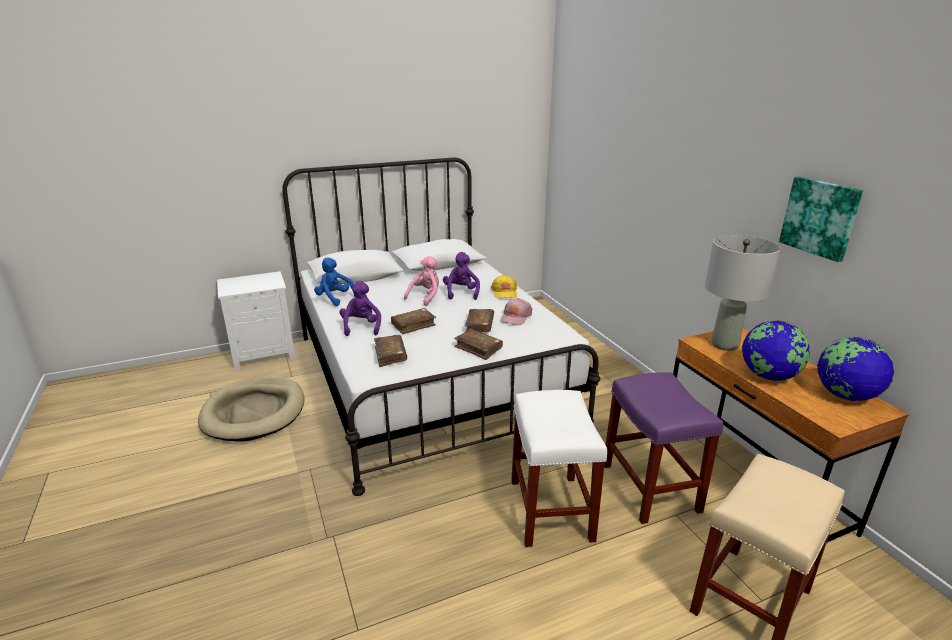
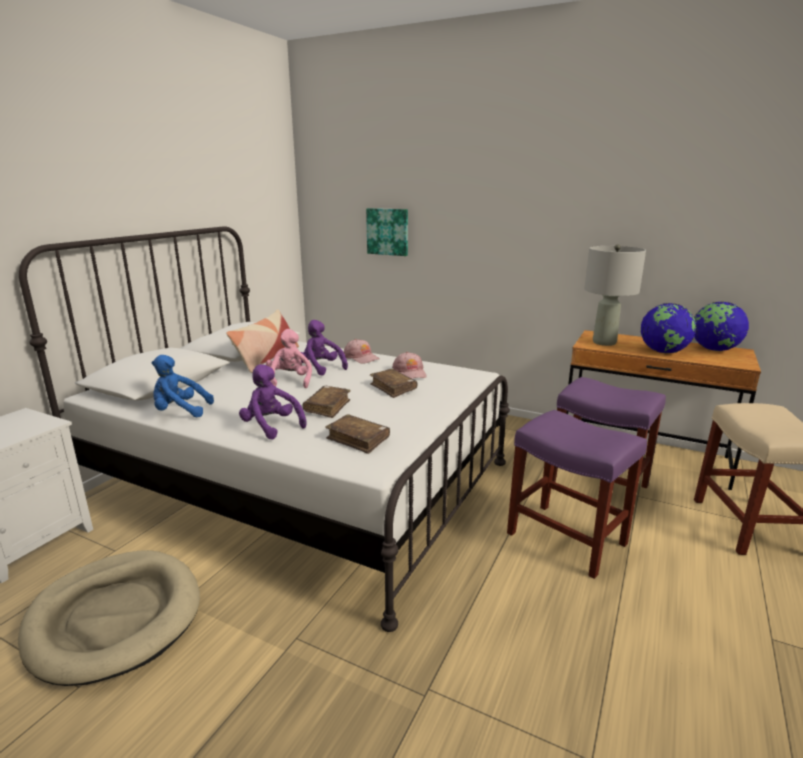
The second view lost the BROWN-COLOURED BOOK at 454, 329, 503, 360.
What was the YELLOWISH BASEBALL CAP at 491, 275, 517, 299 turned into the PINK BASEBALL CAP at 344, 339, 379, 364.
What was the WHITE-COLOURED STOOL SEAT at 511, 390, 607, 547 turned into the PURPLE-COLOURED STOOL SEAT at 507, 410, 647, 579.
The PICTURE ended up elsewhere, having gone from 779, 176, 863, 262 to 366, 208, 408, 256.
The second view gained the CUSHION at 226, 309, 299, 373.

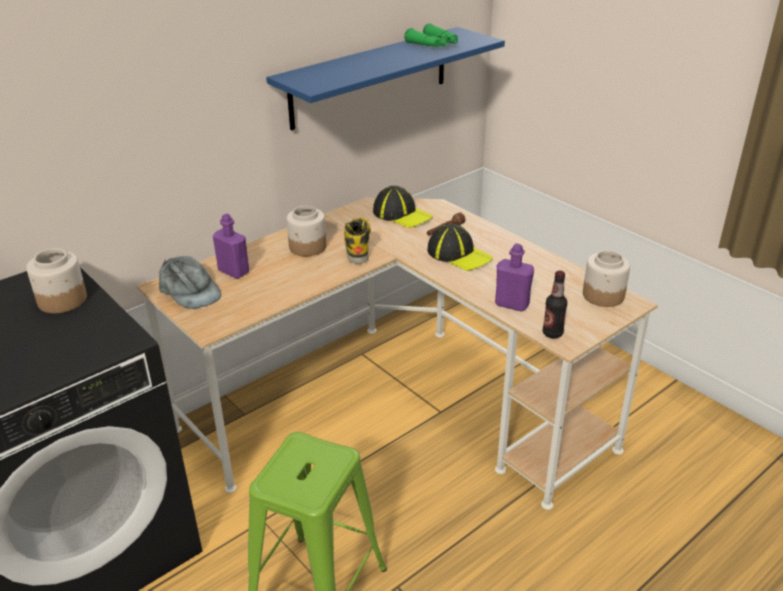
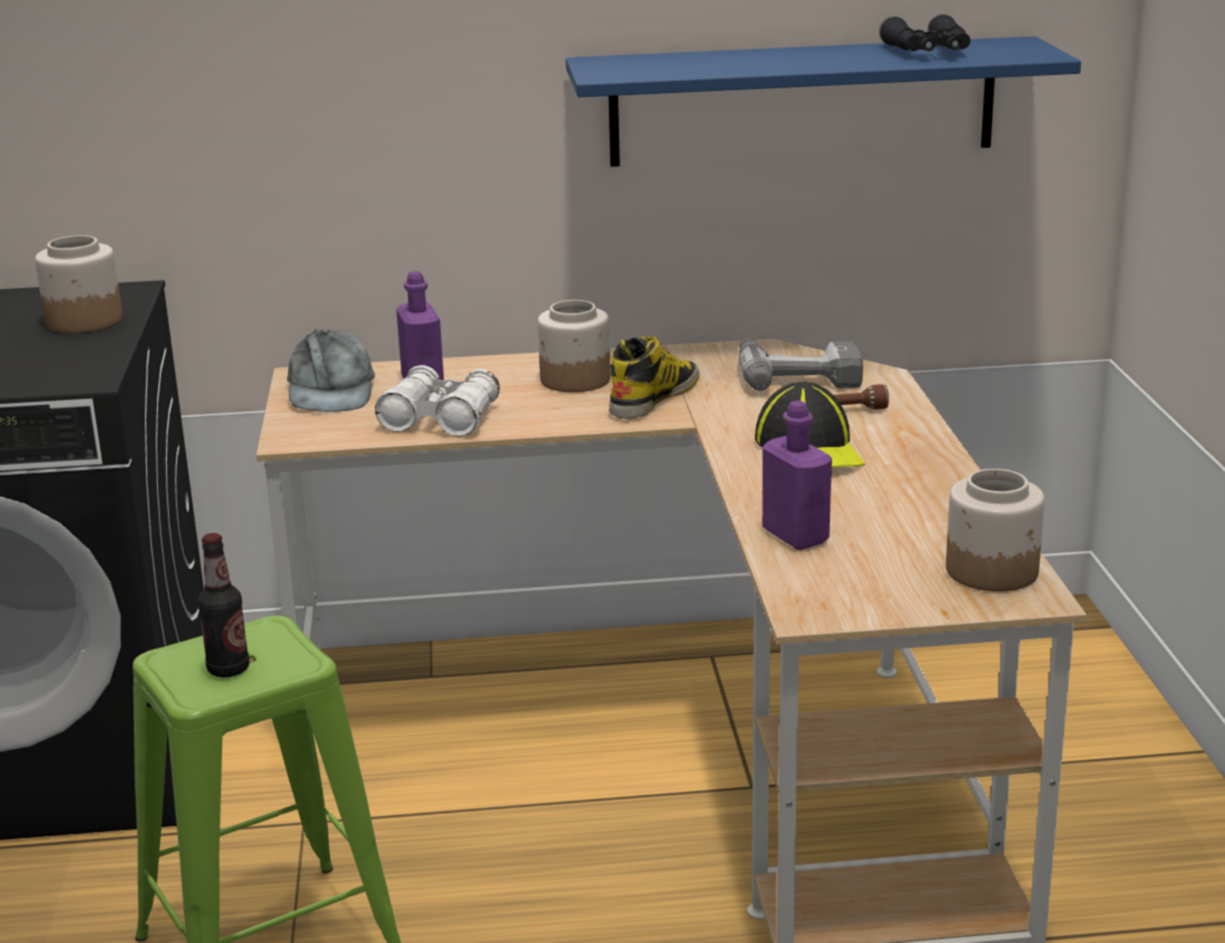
Where the BASEBALL CAP stood at 373, 186, 433, 228, the ELECTRIC DRILL came to stand at 739, 337, 863, 391.
What was the GREEN BINOCULARS at 404, 23, 458, 47 turned into the BLACKISH BINOCULARS at 879, 14, 970, 51.
The DRINK BOTTLE ended up elsewhere, having gone from 543, 271, 567, 338 to 198, 533, 249, 678.
The second view gained the WHITE-COLOURED BINOCULARS at 375, 365, 500, 436.

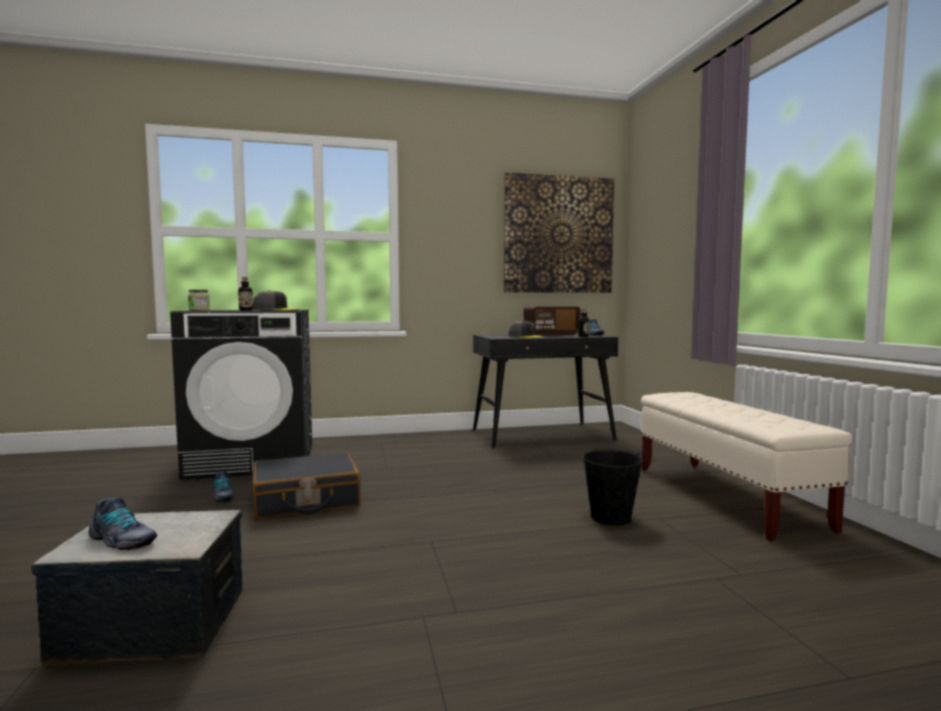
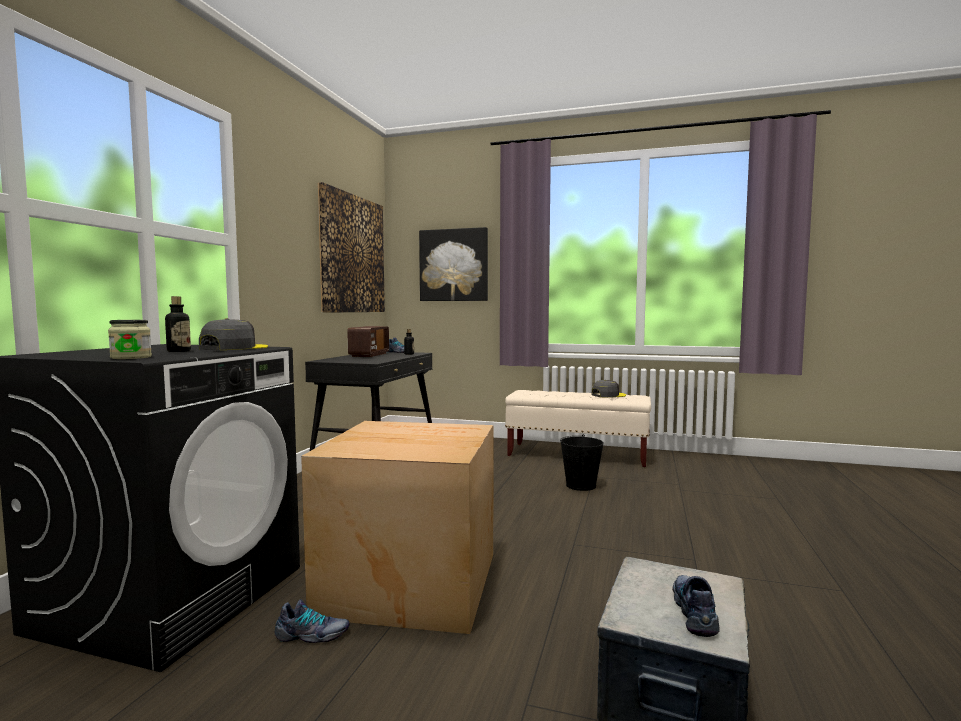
The SHOE at 88, 497, 158, 550 ended up facing another way, 45 degrees counterclockwise from before.
Where the BLACKISH TRAVEL CASE stood at 252, 452, 361, 519, the CARDBOARD BOX came to stand at 301, 421, 494, 634.
The GREYISH BASEBALL CAP ended up elsewhere, having gone from 508, 320, 545, 338 to 591, 380, 626, 398.
The second view gained the PICTURE at 419, 227, 488, 301.

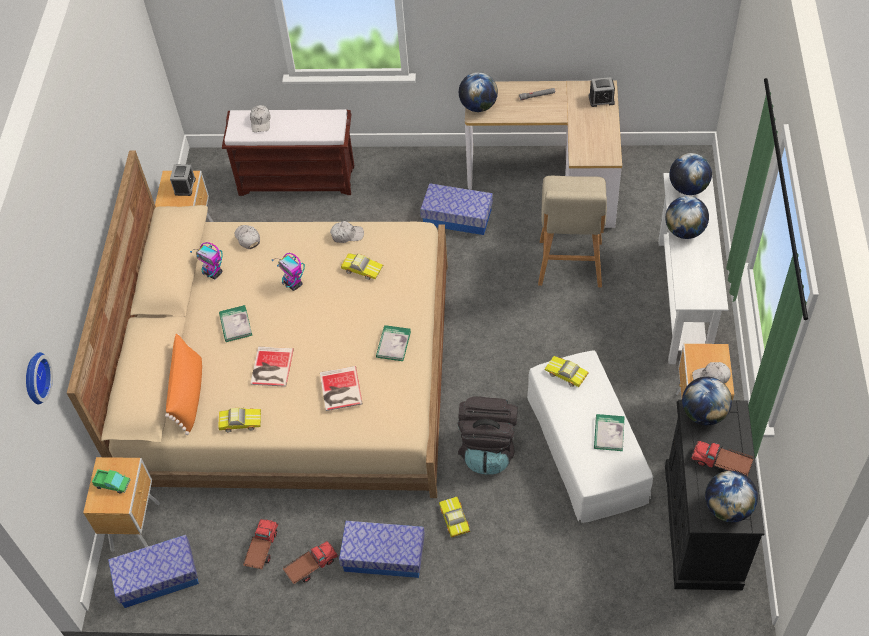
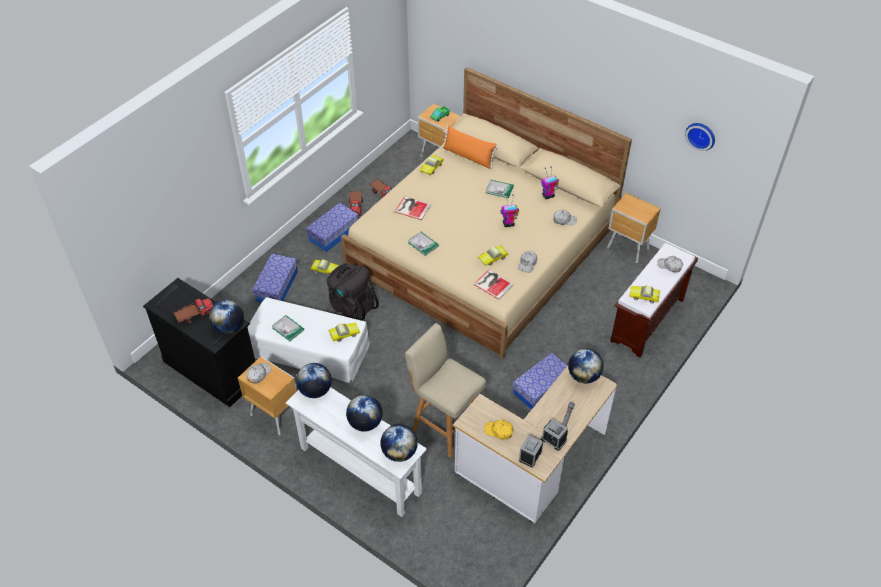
The CLOCK ON THE WALL ended up elsewhere, having gone from 26, 352, 53, 404 to 685, 123, 715, 151.
The STORAGE CONTAINER ended up elsewhere, having gone from 108, 535, 199, 608 to 252, 253, 298, 303.
The TABLE CLOCK ended up elsewhere, having gone from 170, 164, 196, 196 to 541, 419, 568, 451.
The BOOK ended up elsewhere, having gone from 250, 347, 294, 387 to 473, 270, 514, 300.
The GLOBE ended up elsewhere, having gone from 705, 471, 758, 522 to 296, 363, 332, 398.
The second view gained the YELLOWISH BASEBALL CAP at 484, 419, 513, 440.
The second view gained the MINIATURE CAR at 629, 286, 660, 304.

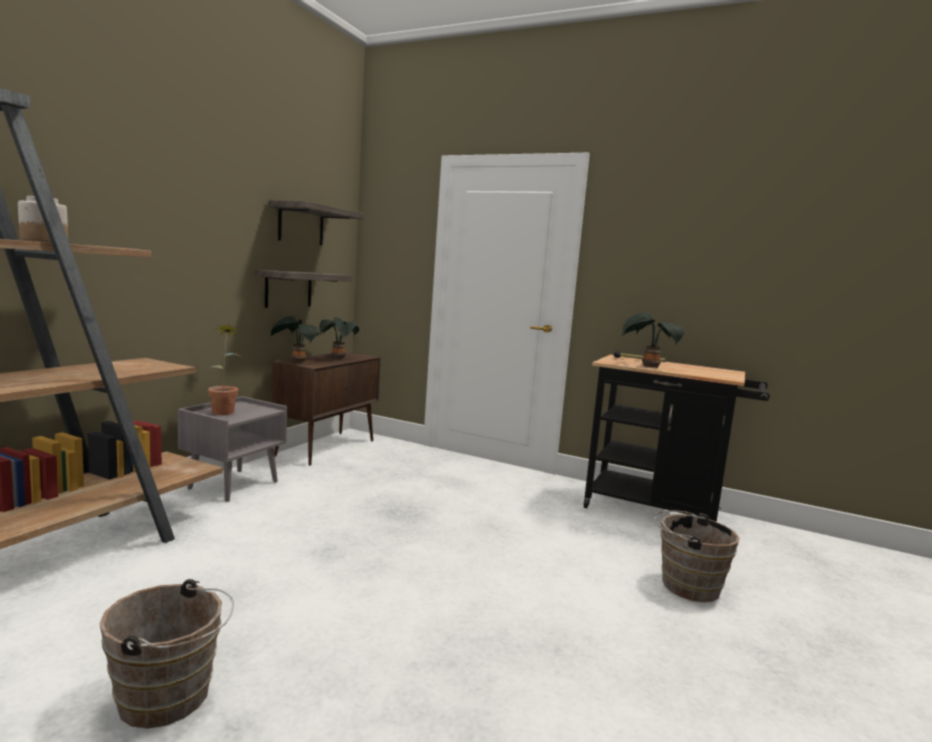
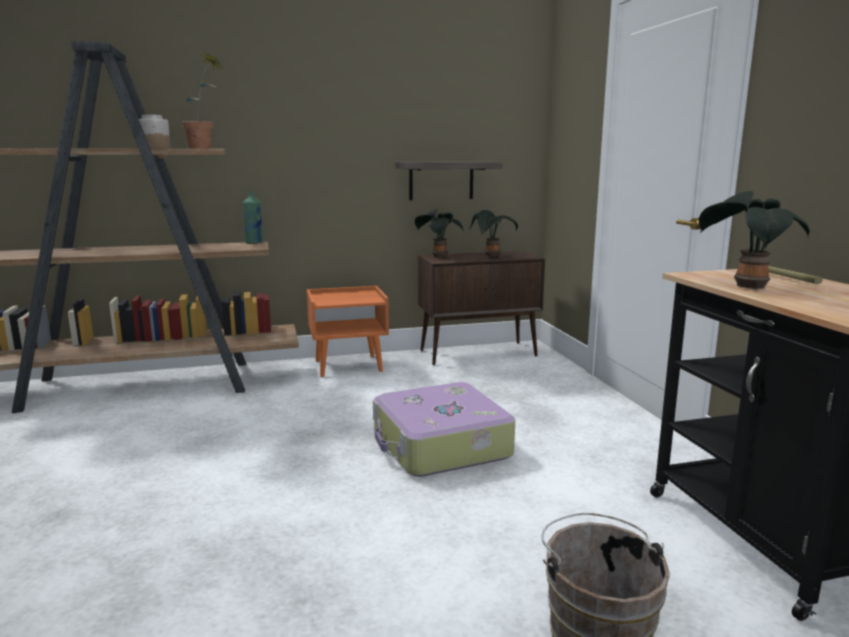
The second view lost the BROWN-COLOURED PAIL at 100, 579, 234, 729.
What was the GREYISH NIGHTSTAND at 177, 396, 287, 502 turned into the ORANGE NIGHTSTAND at 307, 286, 389, 377.
The POTTED PLANT ended up elsewhere, having gone from 206, 324, 243, 415 to 182, 53, 222, 149.
The second view lost the WALL SHELF at 268, 200, 364, 245.
The second view gained the GREEN DRINK BOTTLE at 243, 191, 263, 244.
The second view gained the TRAVEL CASE at 373, 382, 515, 477.

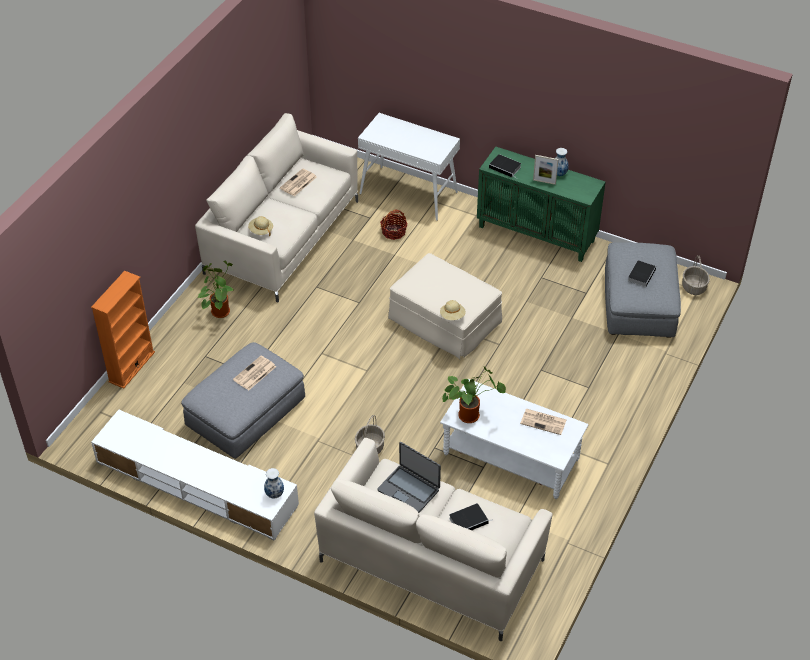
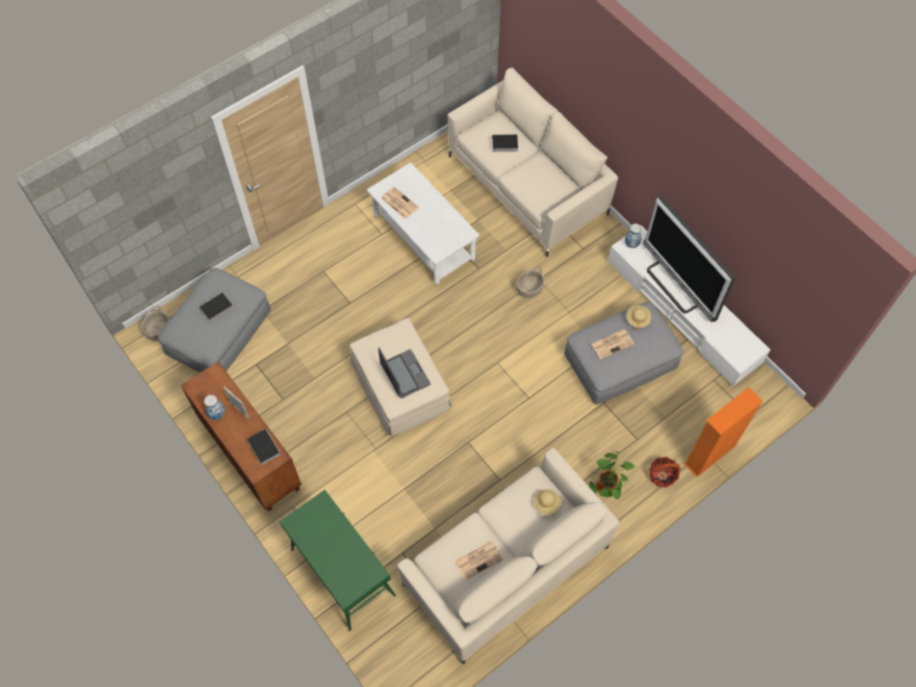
What was the WHITE-COLOURED CONSOLE TABLE at 358, 113, 460, 221 turned into the GREEN CONSOLE TABLE at 280, 490, 396, 631.
The PORTABLE COMPUTER ended up elsewhere, having gone from 377, 442, 441, 513 to 378, 348, 430, 398.
The HOUSEHOLD BASKET ended up elsewhere, having gone from 380, 209, 408, 240 to 650, 457, 681, 488.
The BEIGE-COLOURED CLOTHING HAT ended up elsewhere, having gone from 440, 300, 466, 320 to 627, 305, 651, 330.
The second view lost the POTTED PLANT at 442, 367, 506, 423.
What was the GREEN CUPBOARD at 477, 147, 606, 262 turned into the BROWN-COLOURED CUPBOARD at 181, 361, 302, 511.
The second view gained the TV SET at 643, 195, 736, 322.

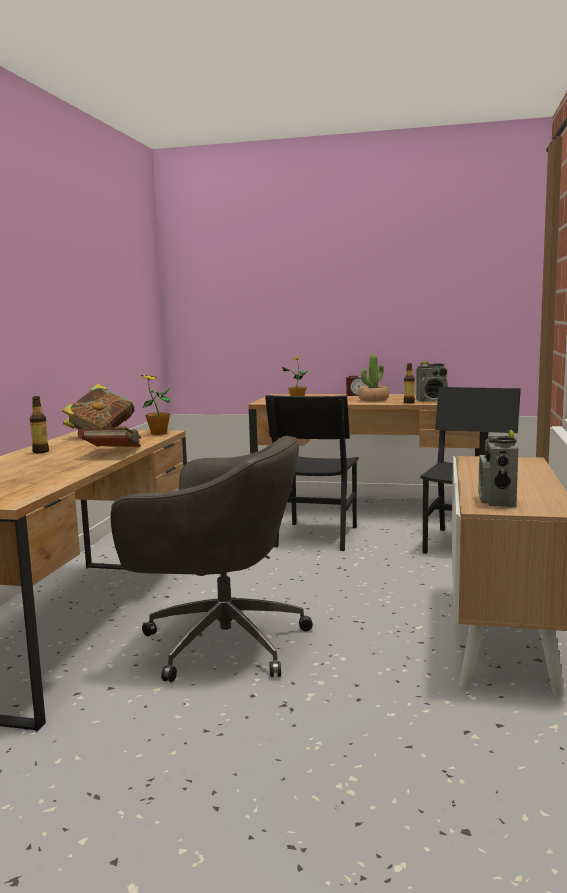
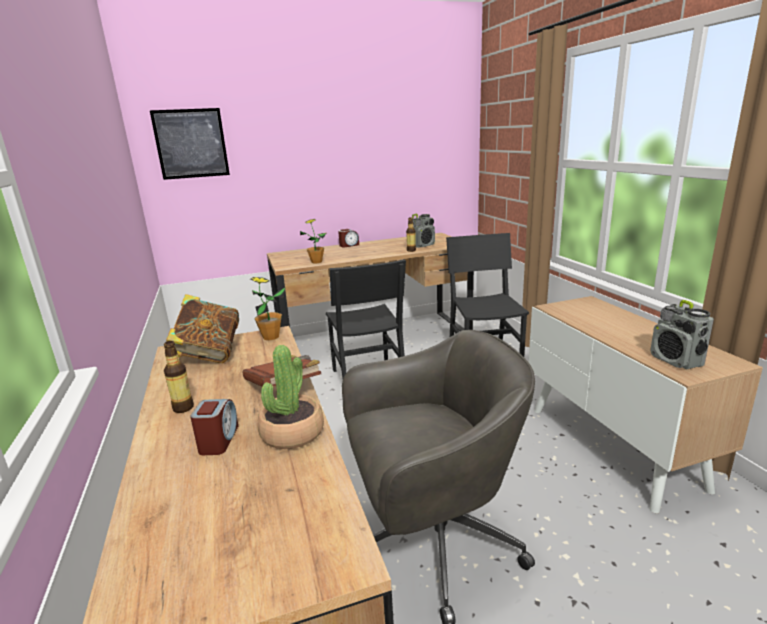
The POTTED PLANT ended up elsewhere, having gone from 358, 354, 389, 402 to 258, 345, 324, 449.
The second view gained the PICTURE at 150, 108, 230, 180.
The second view gained the TABLE CLOCK at 190, 399, 238, 455.

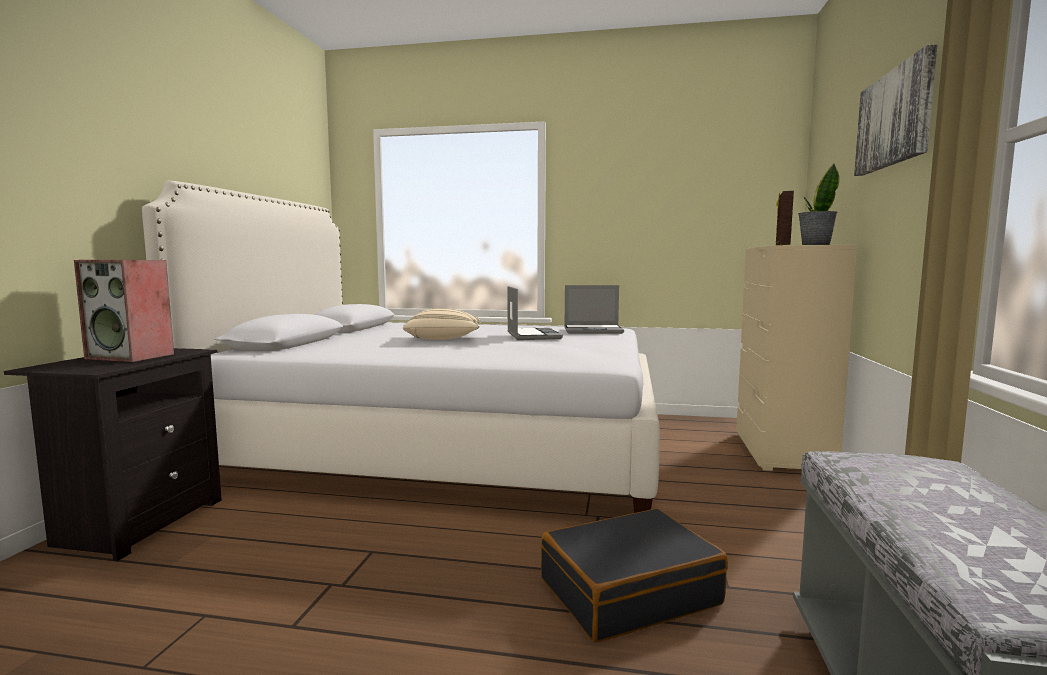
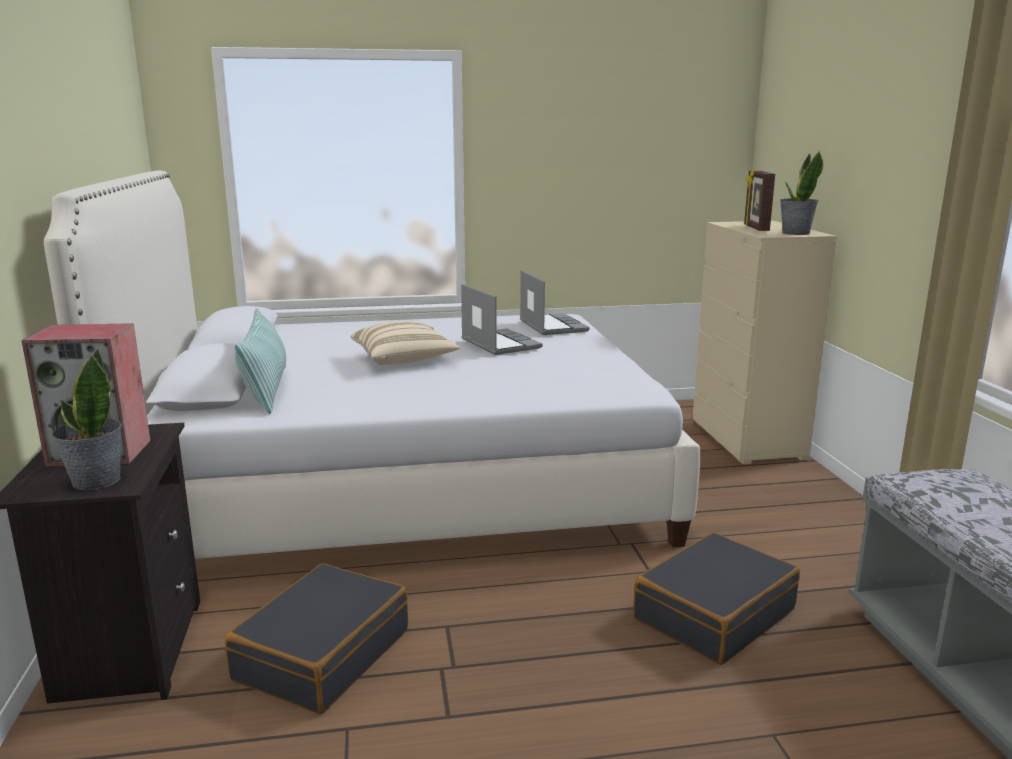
The PORTABLE COMPUTER at 564, 285, 624, 334 ended up facing another way, 90 degrees counterclockwise from before.
The second view lost the PICTURE at 854, 44, 937, 176.
The second view gained the POTTED PLANT at 52, 347, 122, 490.
The second view gained the BLACKISH TRAVEL CASE at 225, 563, 408, 714.
The second view gained the CUSHION at 235, 308, 286, 414.

